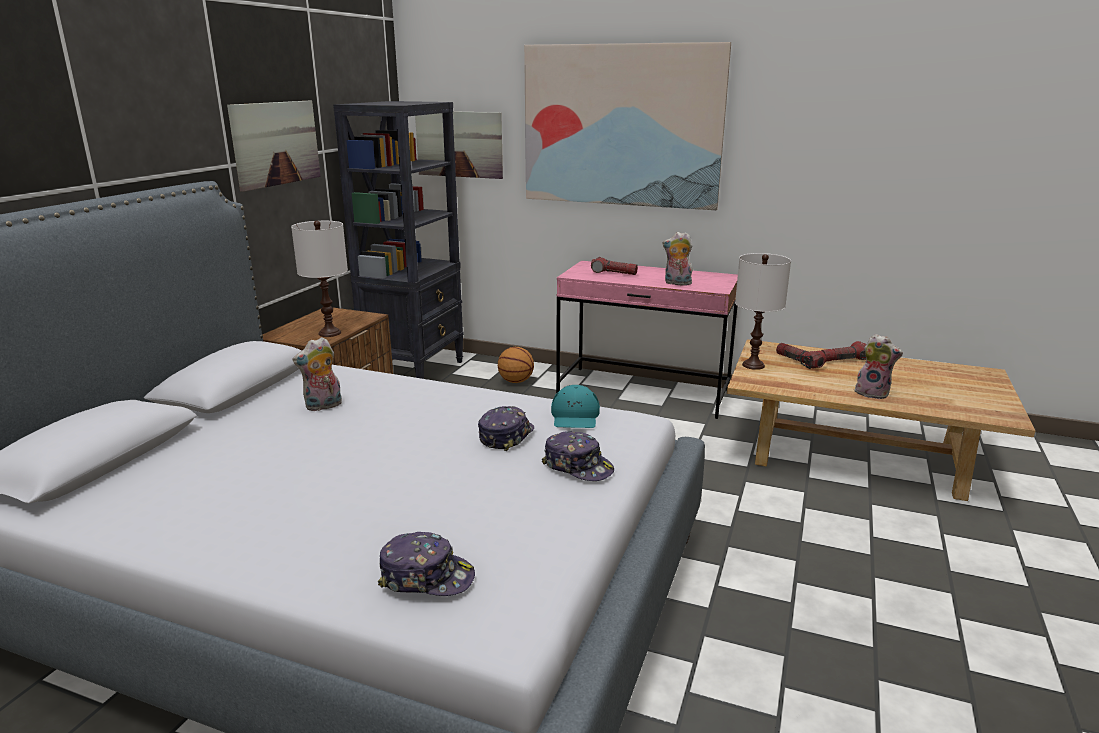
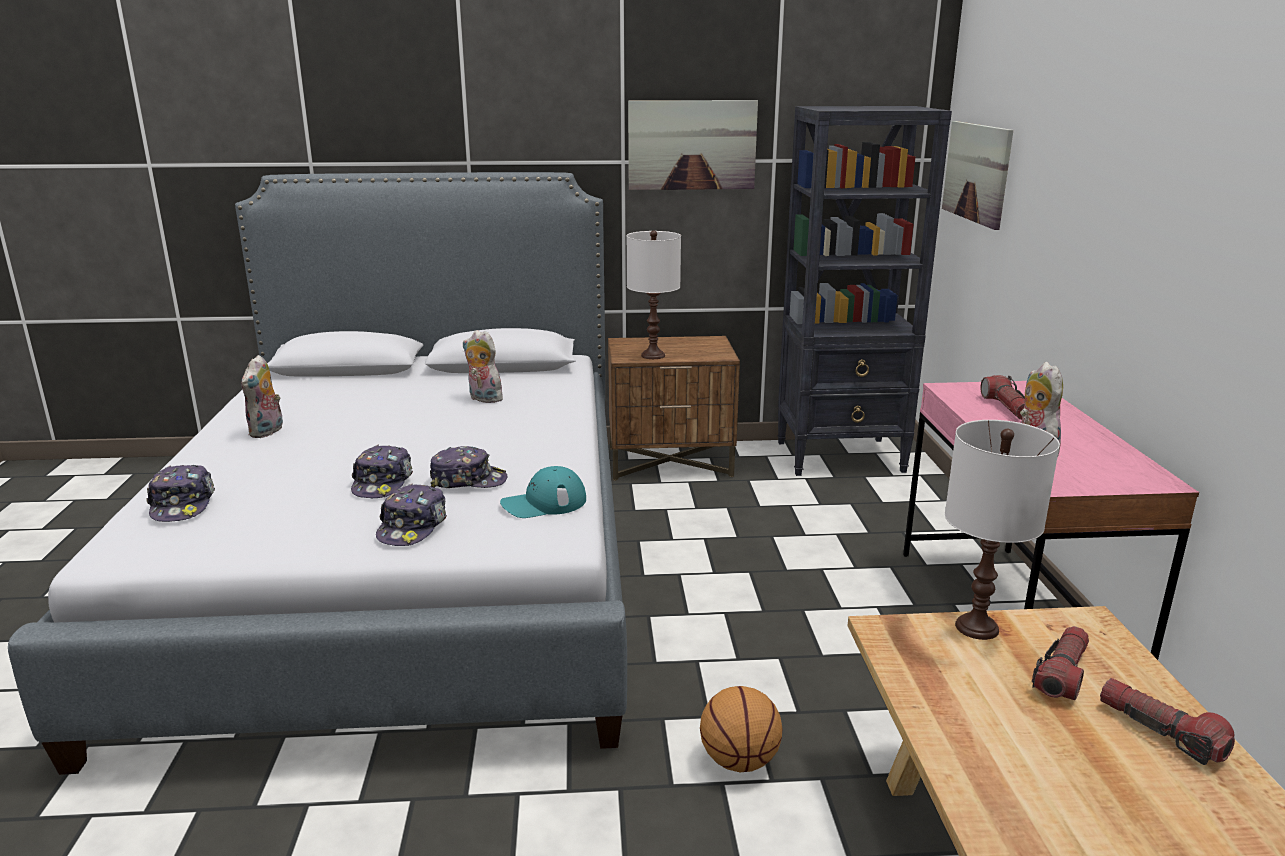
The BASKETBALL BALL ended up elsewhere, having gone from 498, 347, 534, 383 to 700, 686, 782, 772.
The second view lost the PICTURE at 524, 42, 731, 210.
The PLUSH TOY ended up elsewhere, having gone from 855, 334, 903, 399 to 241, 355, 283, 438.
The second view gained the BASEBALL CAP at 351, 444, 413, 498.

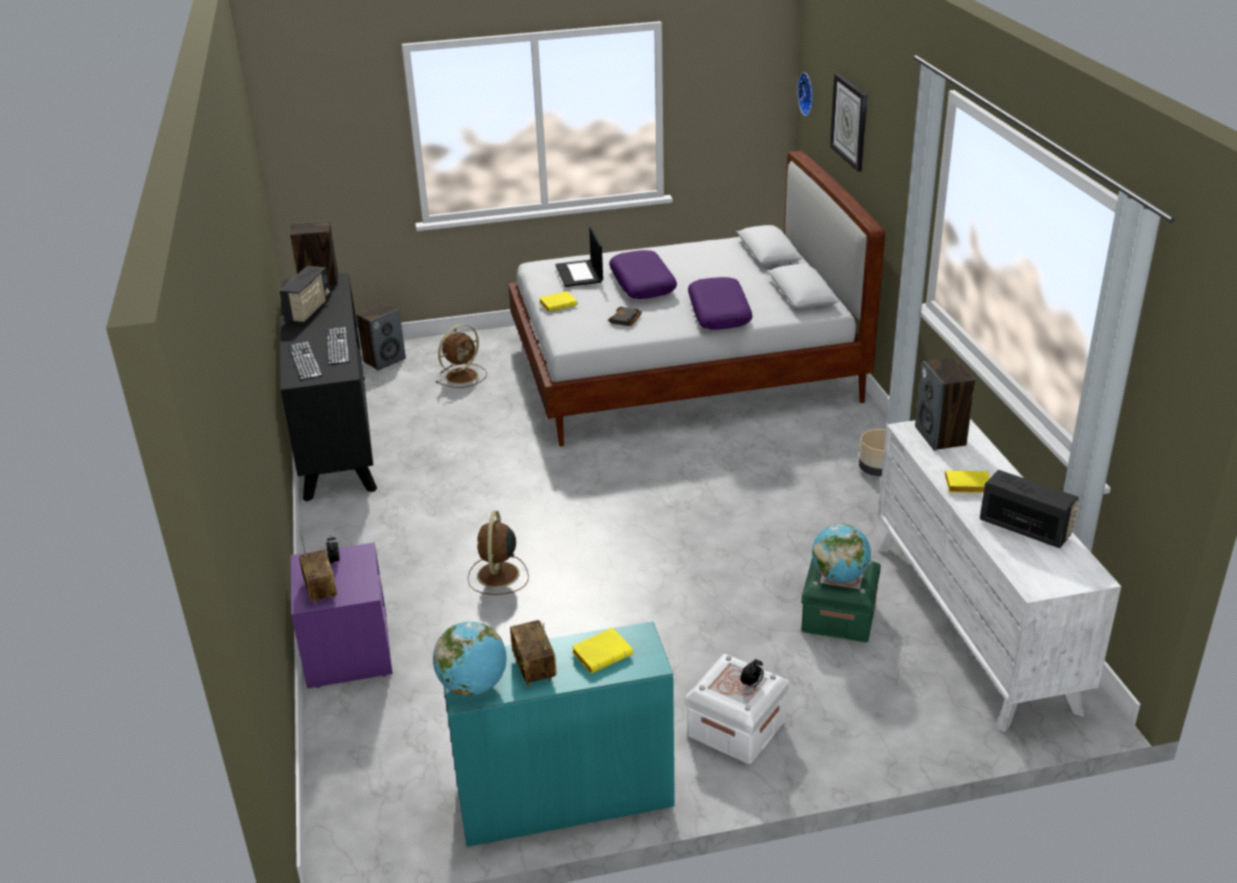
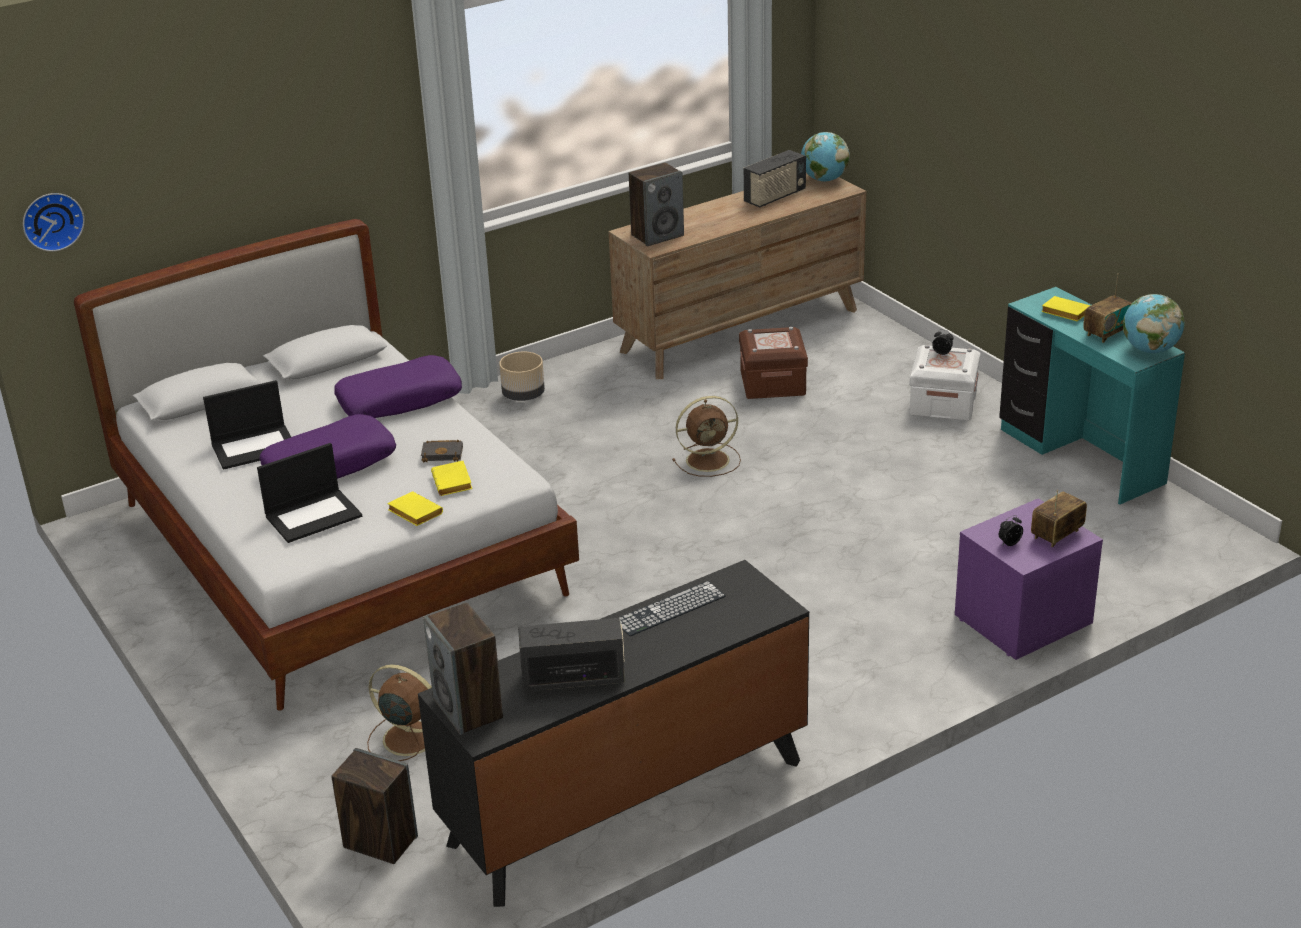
The second view lost the COMPUTER KEYBOARD at 288, 342, 323, 380.
The BROWN-COLOURED COOLING FAN ended up elsewhere, having gone from 468, 511, 529, 595 to 672, 396, 741, 477.
What was the GREEN STORAGE CONTAINER at 801, 558, 881, 642 turned into the BROWN-COLOURED STORAGE CONTAINER at 739, 327, 808, 399.
The GLOBE ended up elsewhere, having gone from 812, 524, 871, 582 to 801, 132, 850, 181.
The second view lost the CLOCK ON THE WALL at 830, 73, 867, 172.
What was the WHITE-COLOURED DRAWER CHEST at 878, 419, 1121, 732 turned into the BROWN-COLOURED DRAWER CHEST at 609, 173, 866, 379.
The YELLOWISH BOOK ended up elsewhere, having gone from 945, 470, 990, 493 to 431, 461, 472, 496.
The RADIO at 980, 470, 1079, 549 ended up facing another way, 150 degrees counterclockwise from before.
The second view gained the PORTABLE COMPUTER at 203, 380, 291, 470.

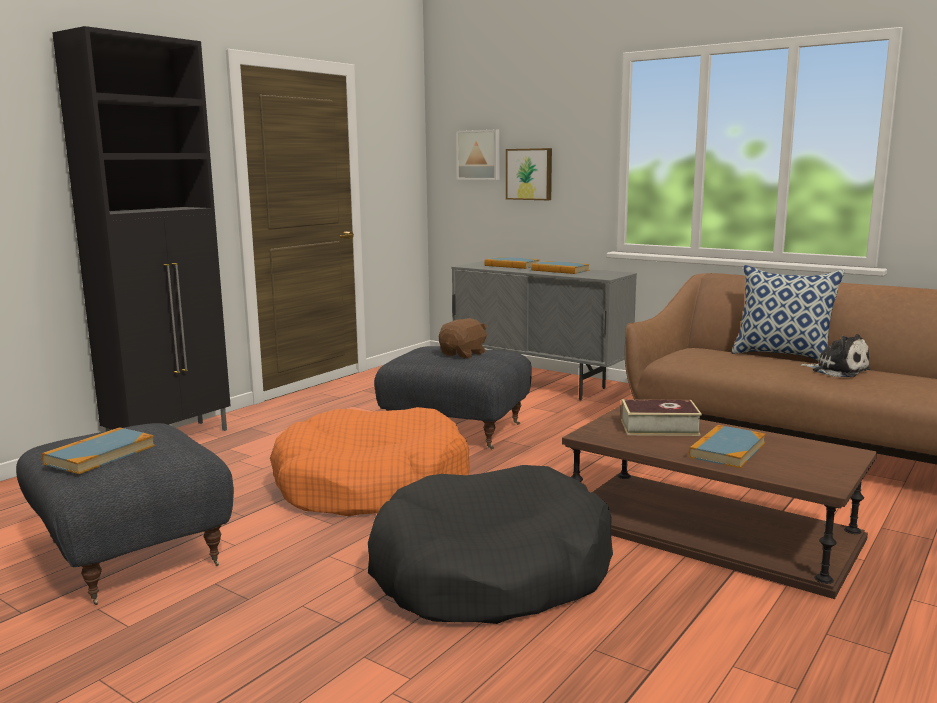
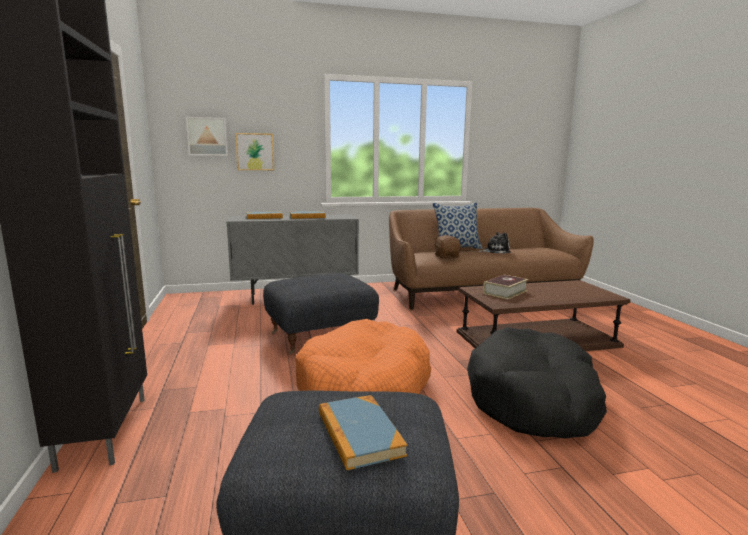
The BROWN-COLOURED PLUSH TOY ended up elsewhere, having gone from 439, 318, 488, 359 to 433, 235, 461, 258.
The second view lost the BOOK at 688, 425, 766, 468.

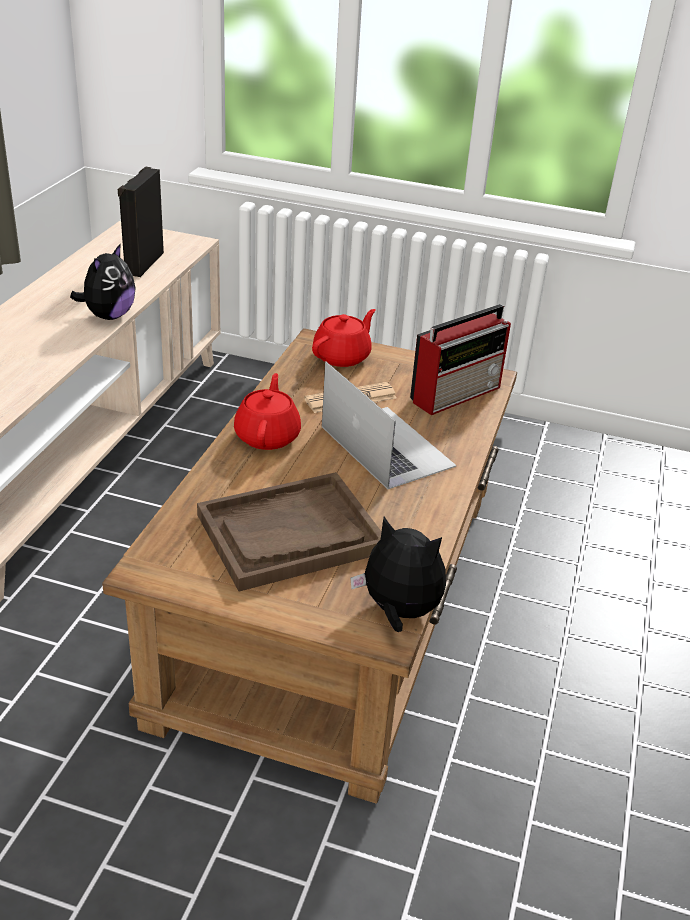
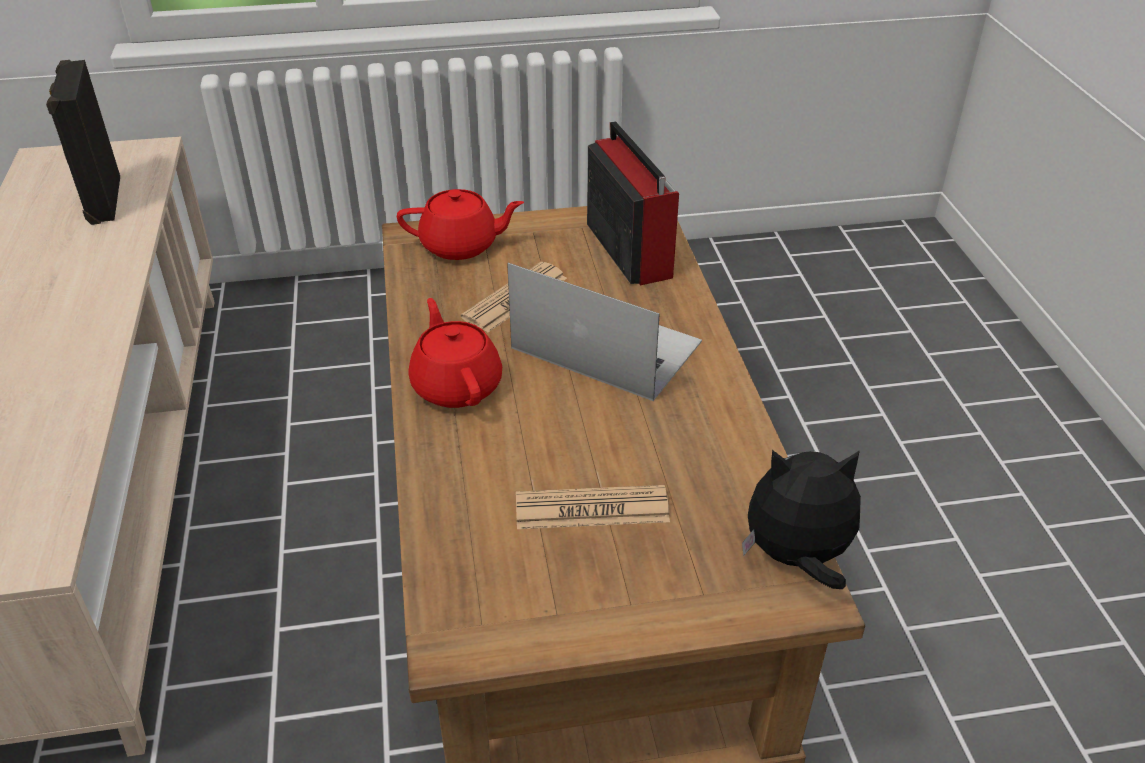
The second view lost the PLUSH TOY at 70, 243, 136, 320.
Where the BROWN-COLOURED TRAY stood at 197, 472, 381, 592, the NEWSPAPER came to stand at 516, 485, 670, 529.
The RED-COLOURED TEA POT at 312, 309, 376, 367 ended up facing another way, 75 degrees clockwise from before.
The RADIO at 410, 304, 511, 415 ended up facing another way, 45 degrees counterclockwise from before.

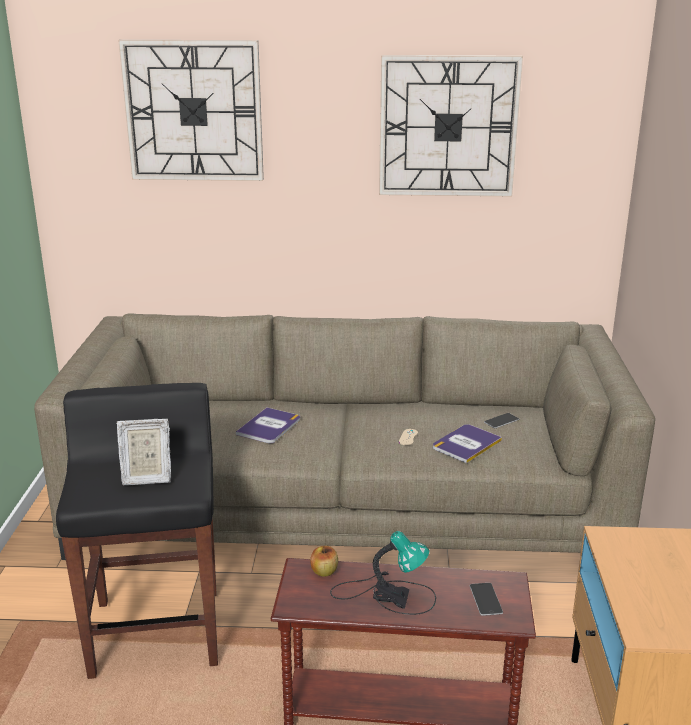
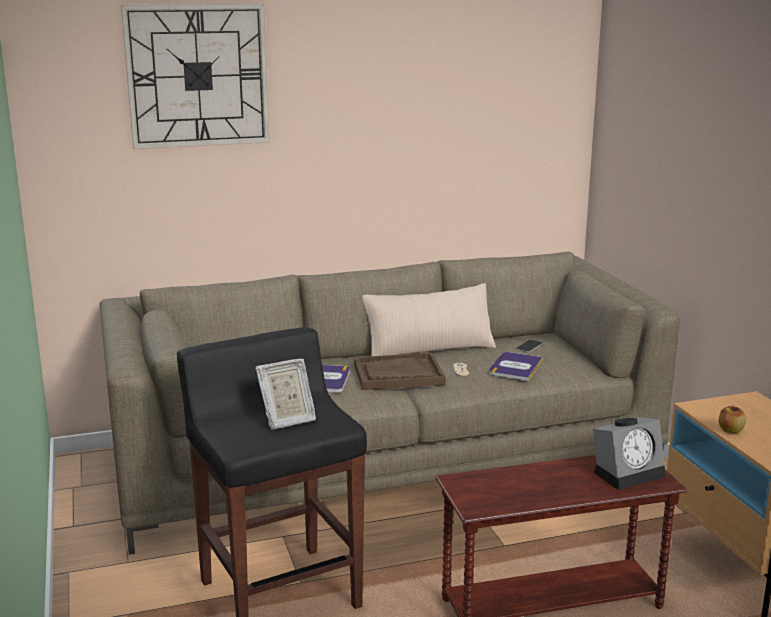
The APPLE ended up elsewhere, having gone from 310, 546, 338, 577 to 719, 405, 746, 434.
The second view lost the LAMP FOR A TABLE at 330, 531, 436, 615.
The second view lost the CLOCK ON THE WALL at 379, 55, 523, 196.
Where the HANDSET stood at 470, 583, 503, 616, the TABLE CLOCK came to stand at 593, 417, 666, 490.
The second view gained the BROWN-COLOURED TRAY at 354, 353, 446, 390.
The second view gained the BEIGE-COLOURED CUSHION at 362, 283, 496, 356.

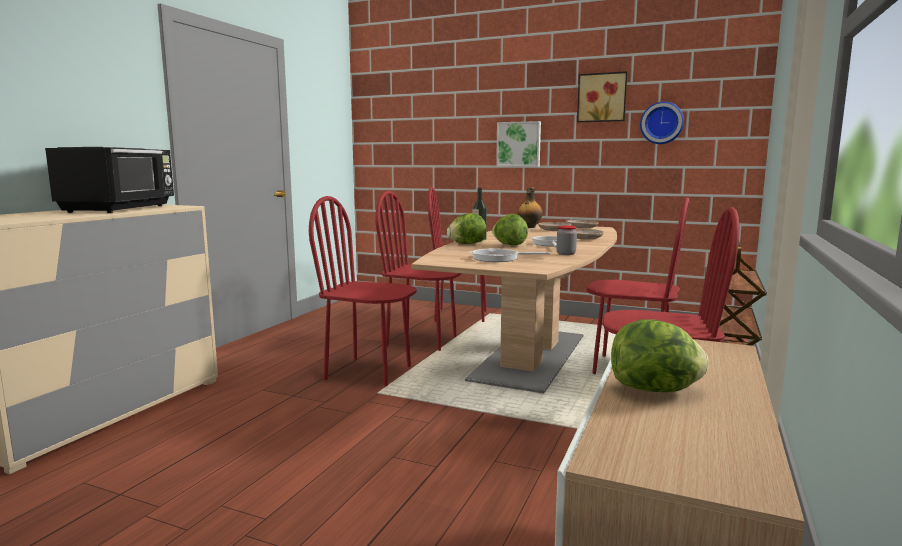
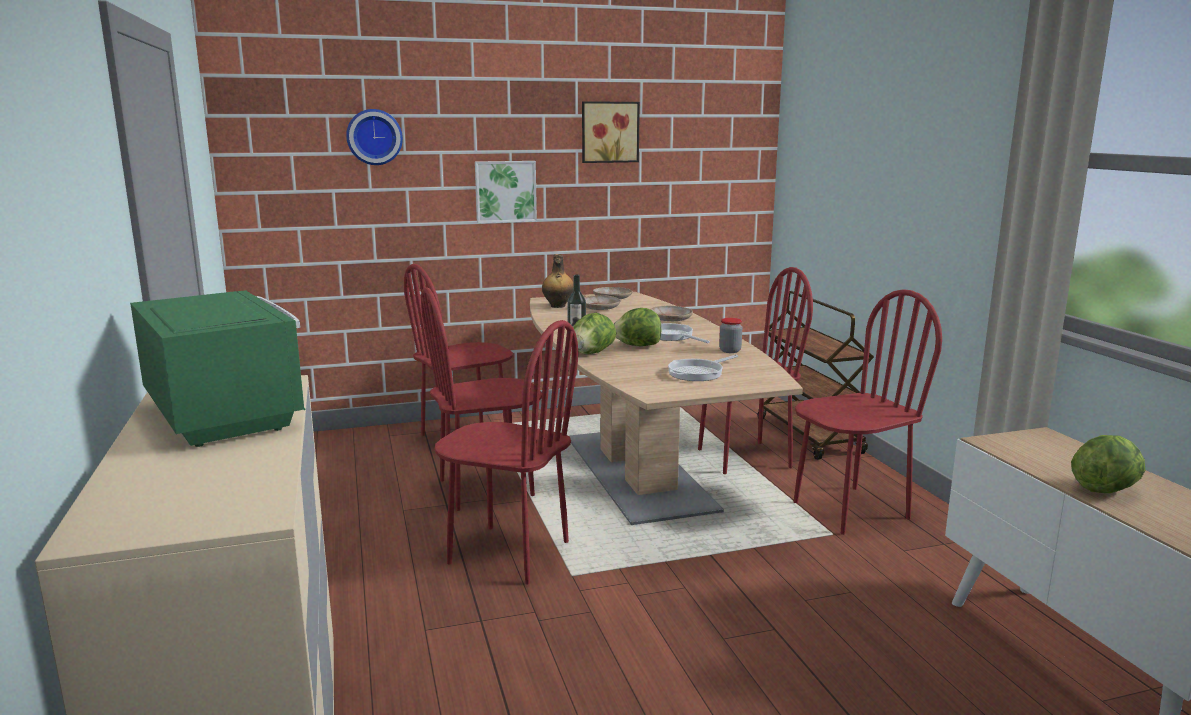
What was the BLACKISH KITCHEN MICROWAVE at 45, 147, 174, 213 turned into the GREEN KITCHEN MICROWAVE at 130, 290, 306, 447.
The RED-COLOURED PLAIN CHAIR at 309, 196, 417, 387 ended up facing another way, 135 degrees counterclockwise from before.
The CLOCK ON THE WALL ended up elsewhere, having gone from 640, 101, 684, 144 to 346, 109, 403, 165.

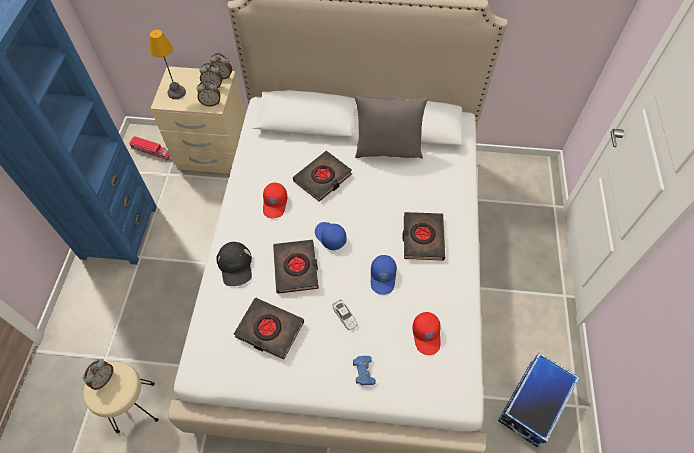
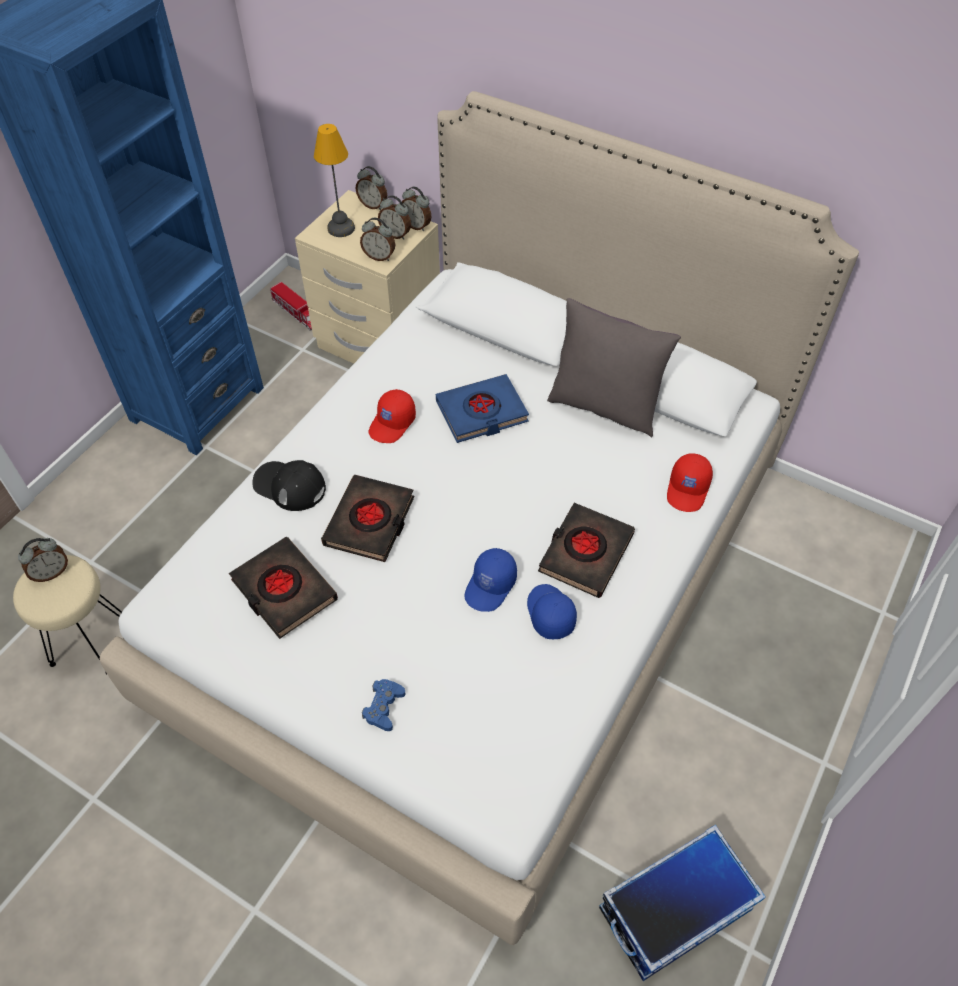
The BLACKISH BASEBALL CAP at 216, 242, 252, 286 ended up facing another way, 105 degrees clockwise from before.
What was the BLACKISH BOOK at 293, 151, 352, 202 turned into the BLUE BOOK at 436, 374, 529, 443.
The BLUE BASEBALL CAP ended up elsewhere, having gone from 315, 222, 346, 250 to 527, 584, 577, 639.
The second view lost the MINIATURE CAR at 332, 299, 357, 330.
The RED-COLOURED BASEBALL CAP ended up elsewhere, having gone from 412, 312, 441, 355 to 667, 453, 713, 512.
The second view gained the TABLE CLOCK at 356, 166, 387, 210.

